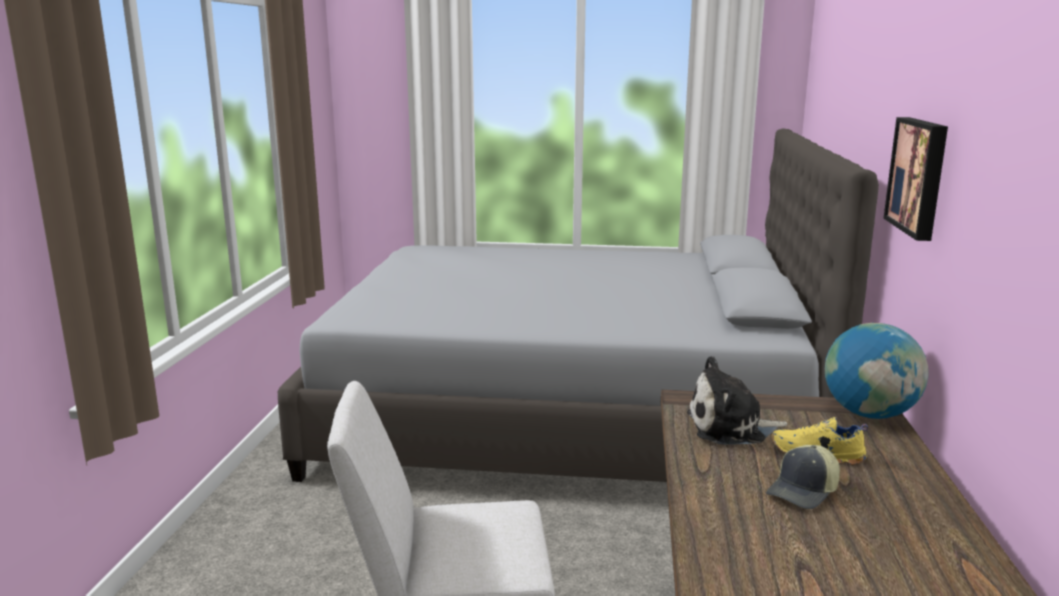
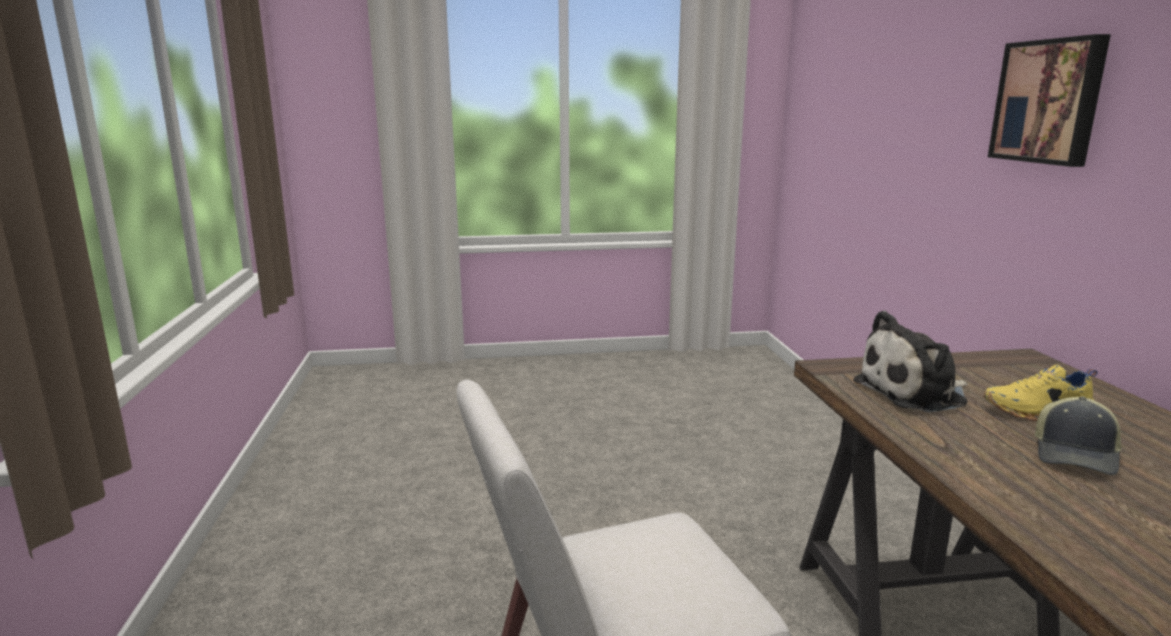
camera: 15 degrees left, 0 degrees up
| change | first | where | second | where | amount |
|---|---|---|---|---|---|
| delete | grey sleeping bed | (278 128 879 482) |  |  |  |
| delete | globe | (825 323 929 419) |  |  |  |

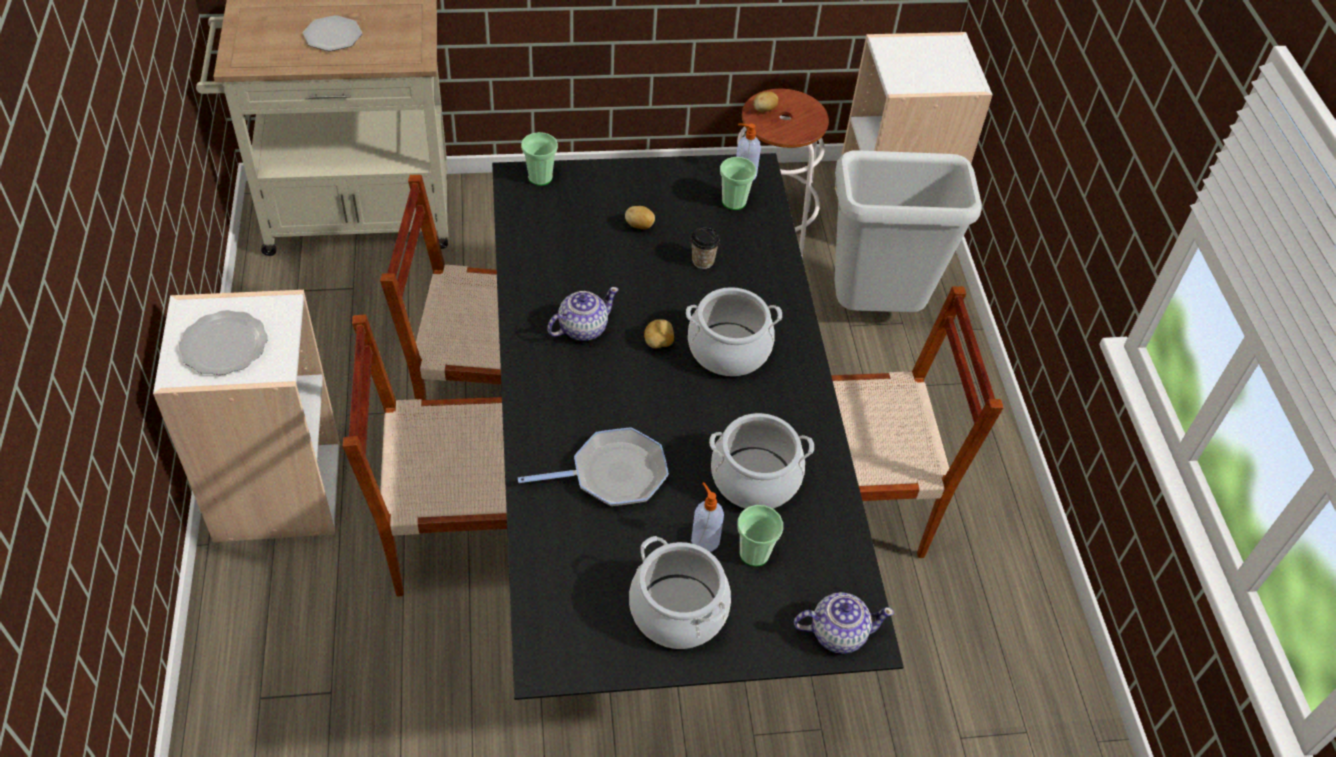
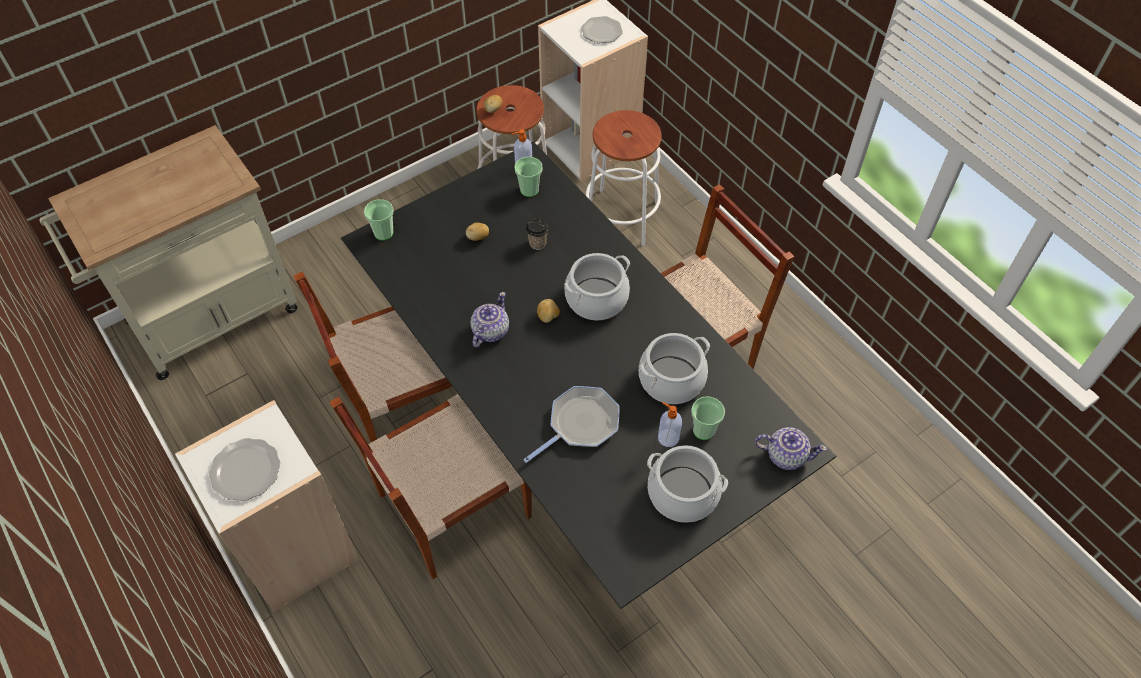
camera: 25 degrees left, 5 degrees up
| change | first | where | second | where | amount |
|---|---|---|---|---|---|
| move | flat dish | (303 15 362 51) |  | (581 16 623 44) |  |
| rotate | teapot | (794 592 894 654) |  | (755 427 827 470) | 45 degrees clockwise |
| replace | grey trash can | (834 150 982 312) | whitish sitting stool | (586 110 662 246) |  |

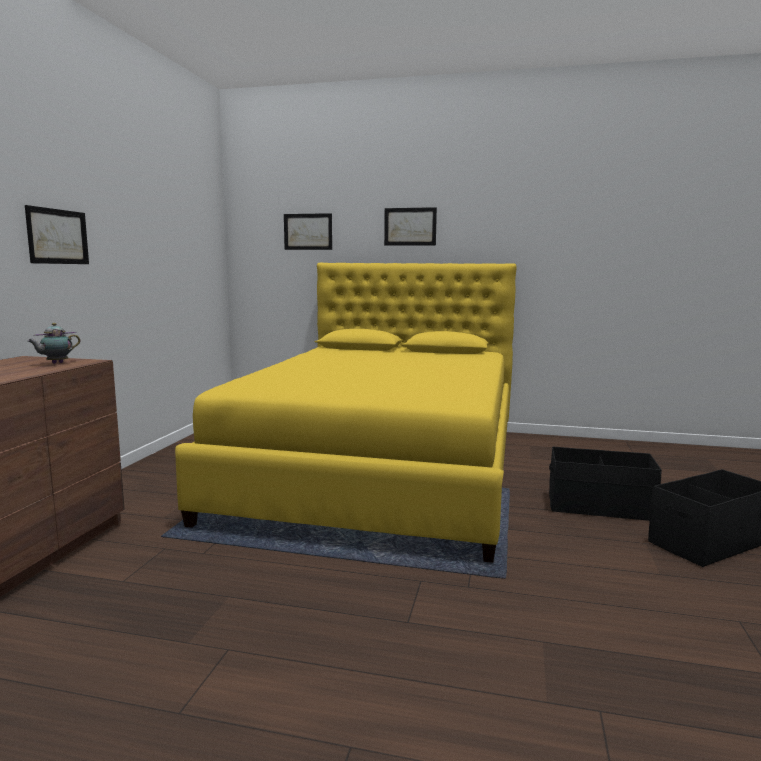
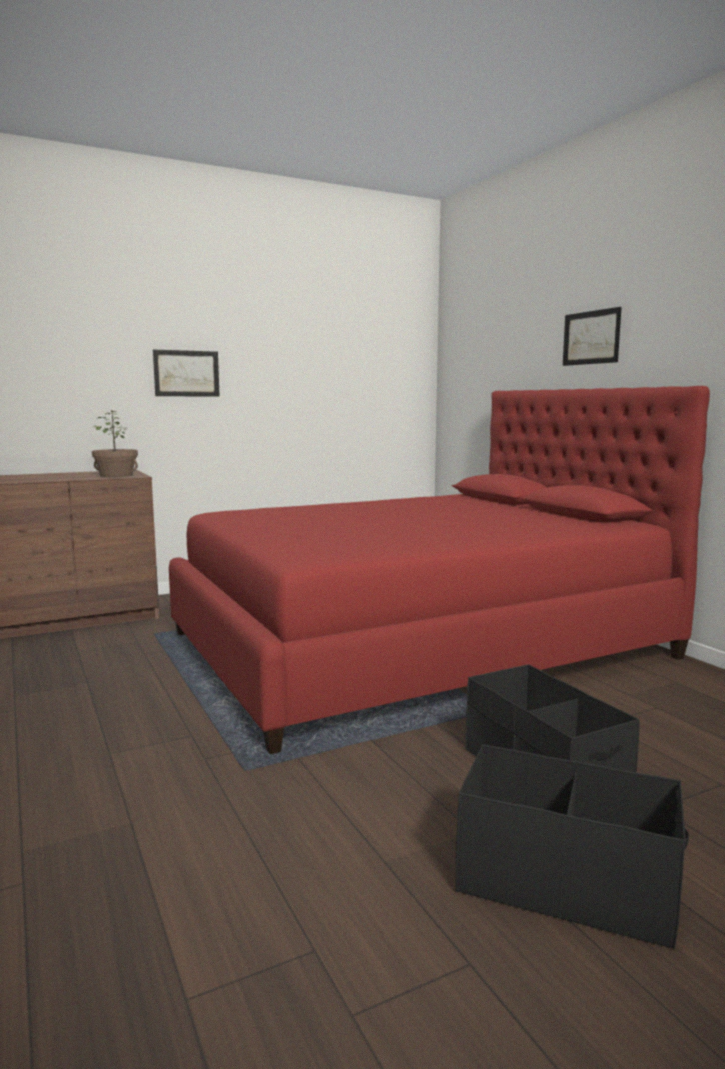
camera: 50 degrees right, 0 degrees up
| change | first | where | second | where | amount |
|---|---|---|---|---|---|
| replace | teapot | (28 323 80 364) | potted plant | (92 411 138 477) |  |
| recolor | yellow-coloured sleeping bed | (175 263 517 563) | reddish sleeping bed | (169 386 710 754) |  |
| delete | wall art | (284 213 332 250) |  |  |  |

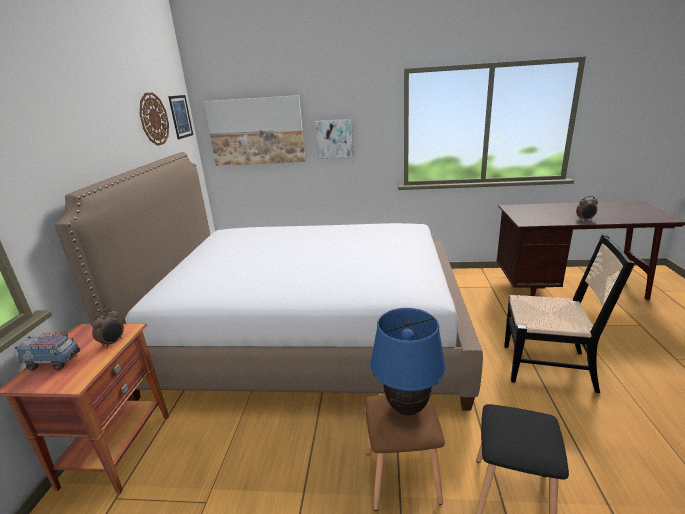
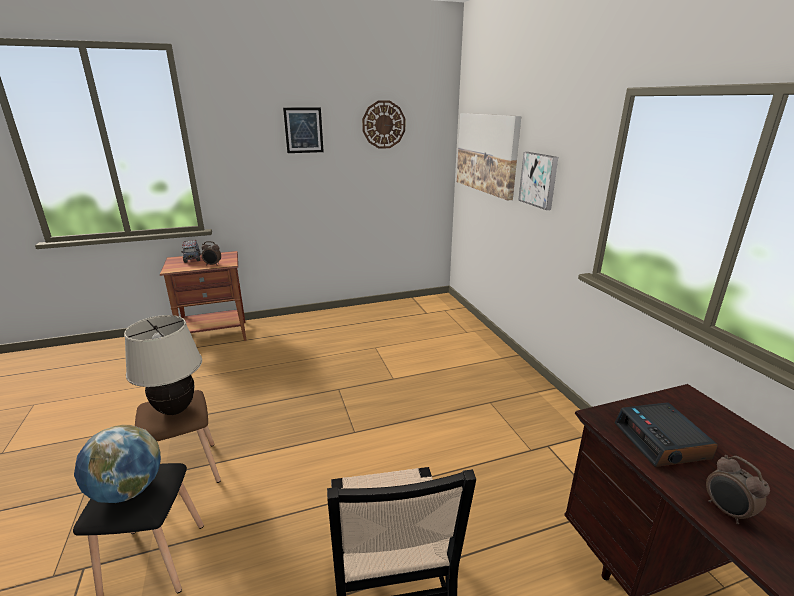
camera: 65 degrees right, 0 degrees up
| change | first | where | second | where | amount |
|---|---|---|---|---|---|
| delete | sleeping bed | (55 152 483 411) |  |  |  |
| move | wall art | (168 95 193 139) |  | (283 107 324 153) |  |
| recolor | bluish lamp for a table | (370 308 446 415) | beige lamp for a table | (124 315 202 415) |  |
| insert |  |  | globe | (74 425 161 503) |  |
| insert |  |  | bedside clock | (614 402 718 467) |  |

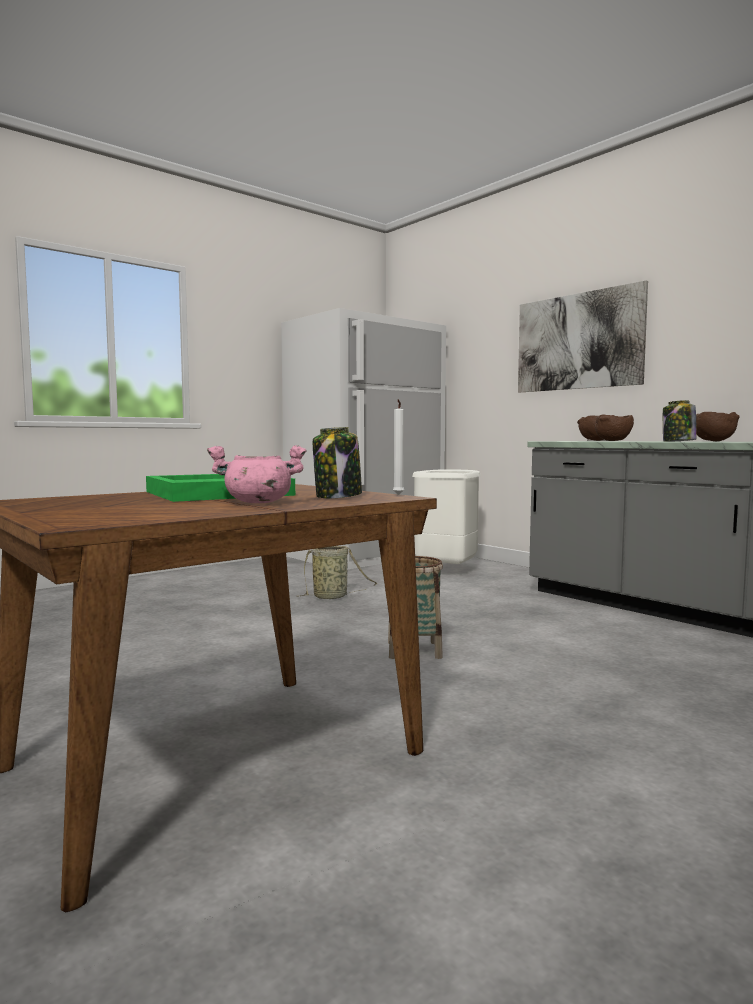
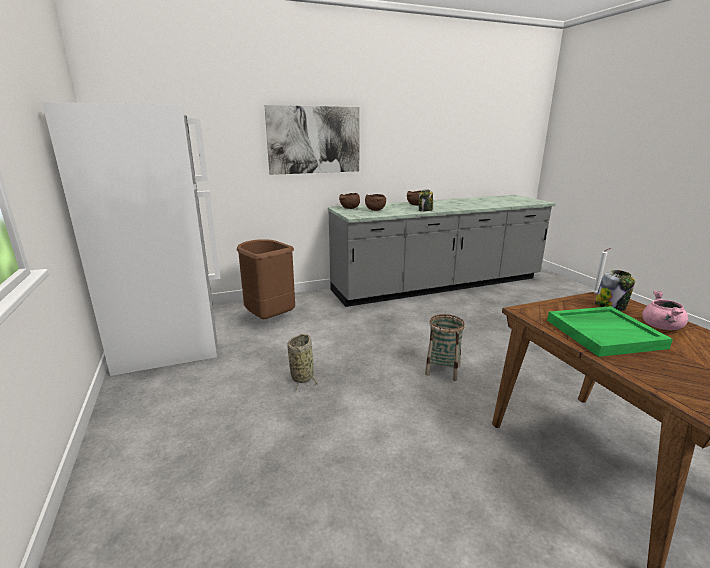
camera: 70 degrees left, 15 degrees up
| change | first | where | second | where | amount |
|---|---|---|---|---|---|
| recolor | whitish trash can | (412 469 481 564) | brownish trash can | (236 239 295 320) |  |

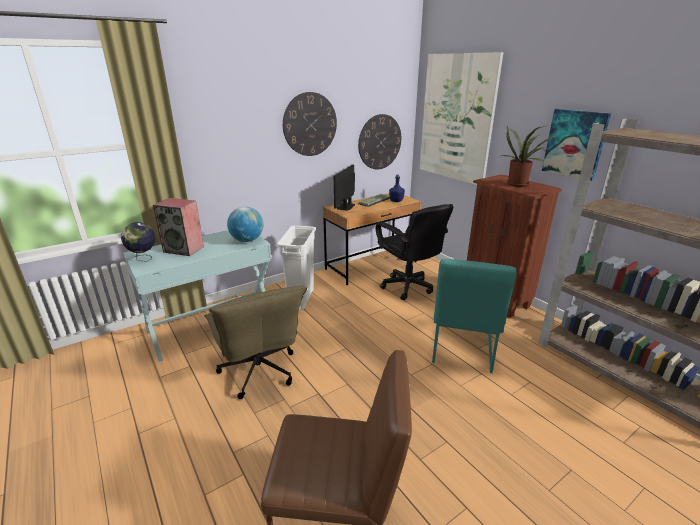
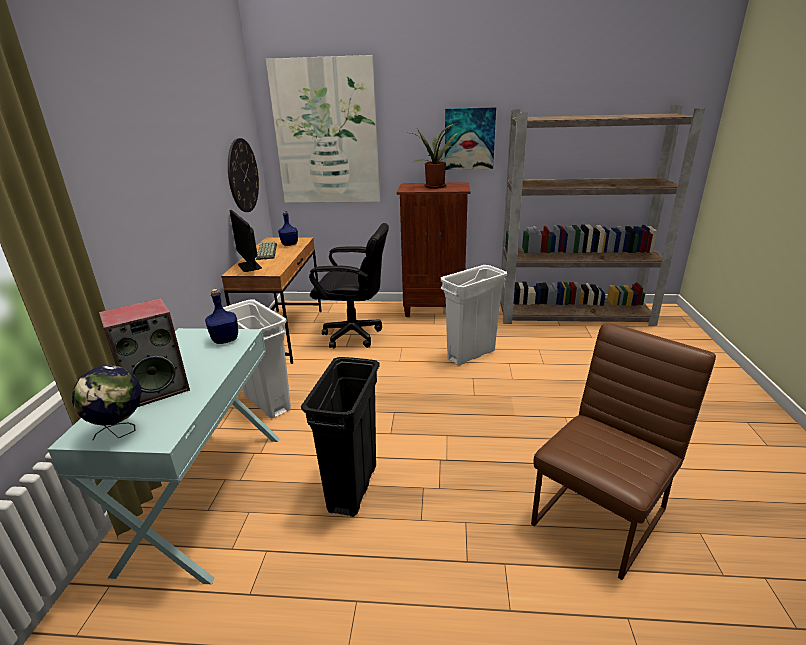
camera: 50 degrees left, 0 degrees up
| change | first | where | second | where | amount |
|---|---|---|---|---|---|
| replace | beige computer chair | (204 286 307 399) | blackish trash can | (301 357 380 517) |  |
| replace | globe | (227 207 263 242) | bluish beverage bottle | (205 289 238 344) |  |
| delete | hanging clock | (283 92 337 156) |  |  |  |
| replace | turquoise upright chair | (432 259 517 373) | whitish trash can | (441 265 507 366) |  |

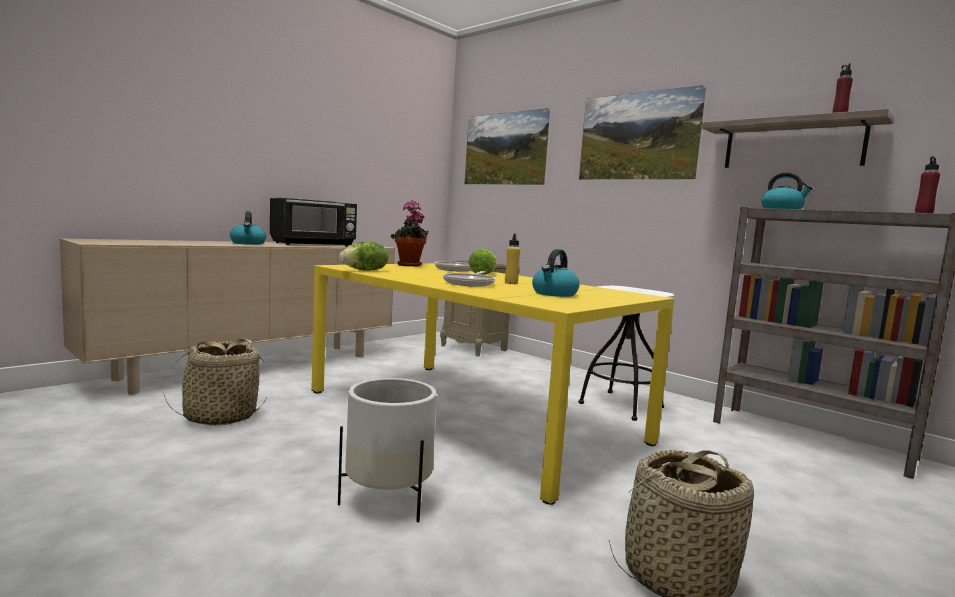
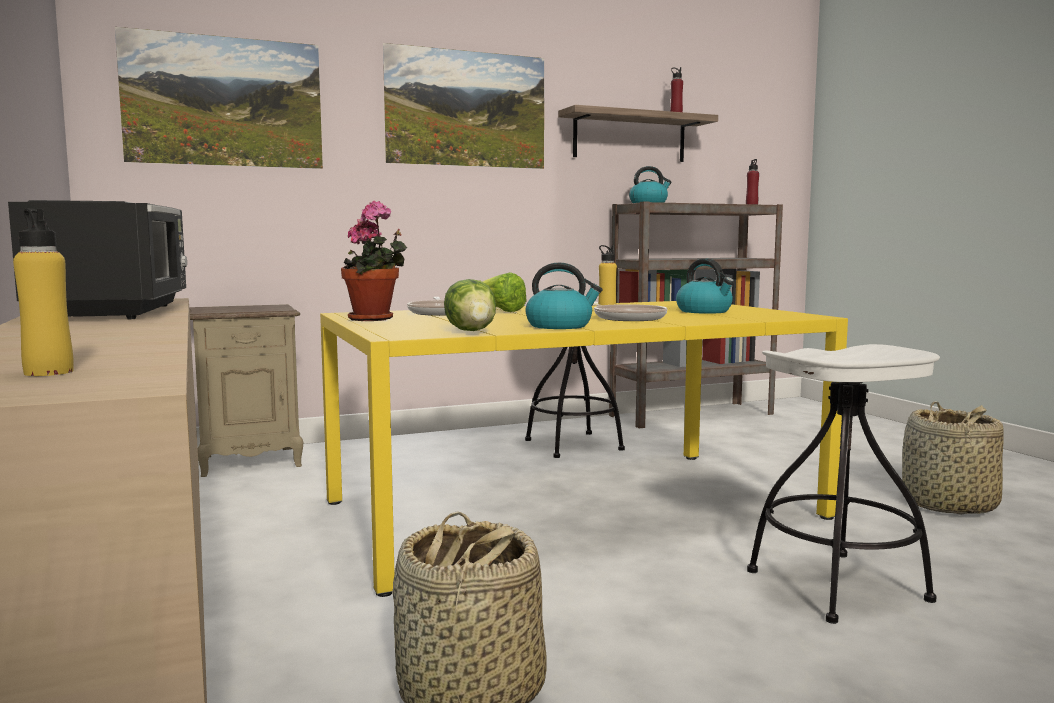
camera: 65 degrees left, 0 degrees up
| change | first | where | second | where | amount |
|---|---|---|---|---|---|
| move | water kettle | (230 211 266 245) |  | (525 263 603 329) |  |
| replace | whitish flower pot | (338 378 437 522) | whitish sitting stool | (747 344 940 624) |  |
| insert |  |  | yellow-coloured beverage bottle | (13 209 74 376) |  |

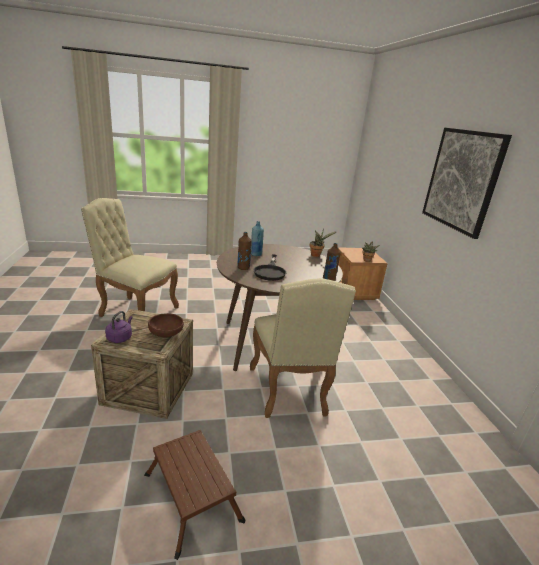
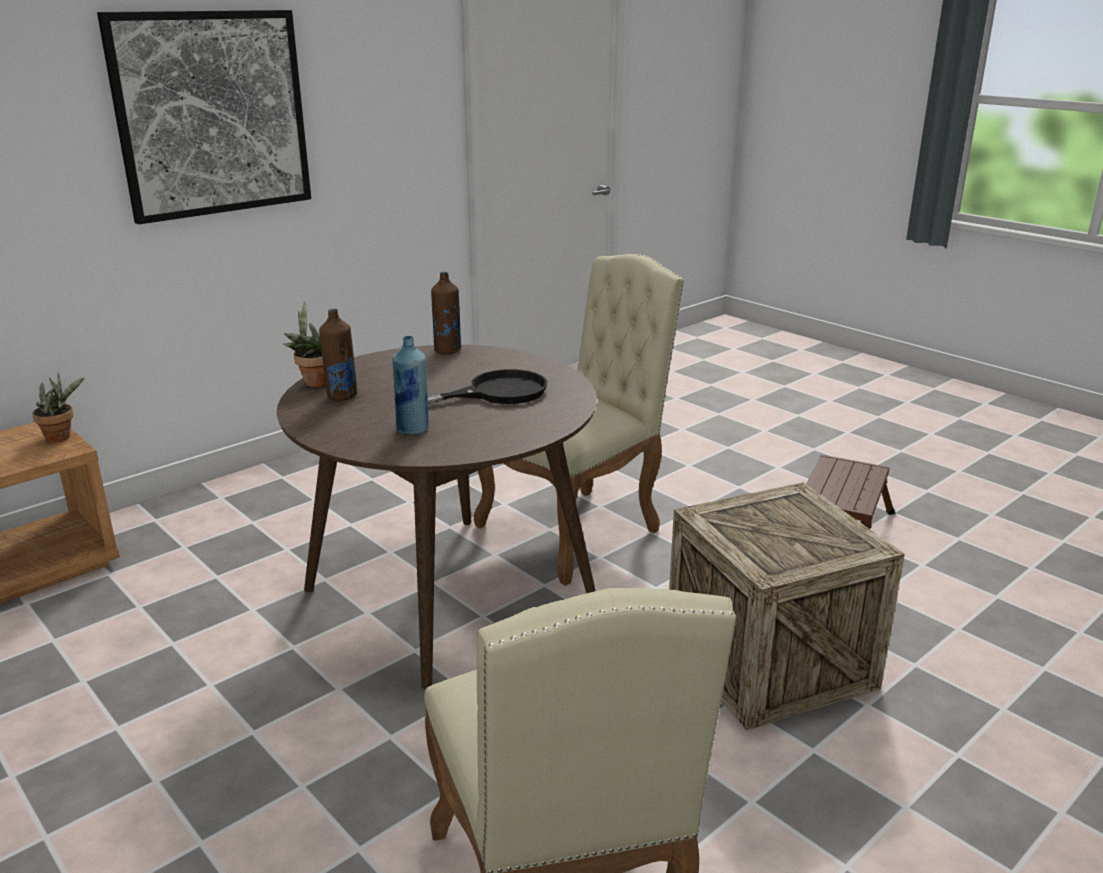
camera: 120 degrees left, 0 degrees up
| change | first | where | second | where | amount |
|---|---|---|---|---|---|
| delete | purple water kettle | (105 311 133 343) |  |  |  |
| delete | brownish bowl | (148 313 184 338) |  |  |  |
| move | brownish beverage bottle | (237 232 252 270) |  | (319 309 357 401) |  |

